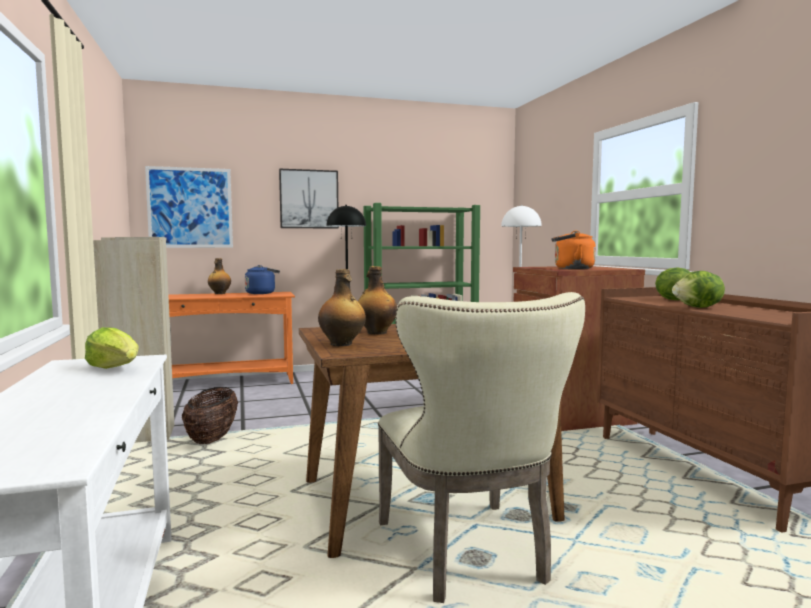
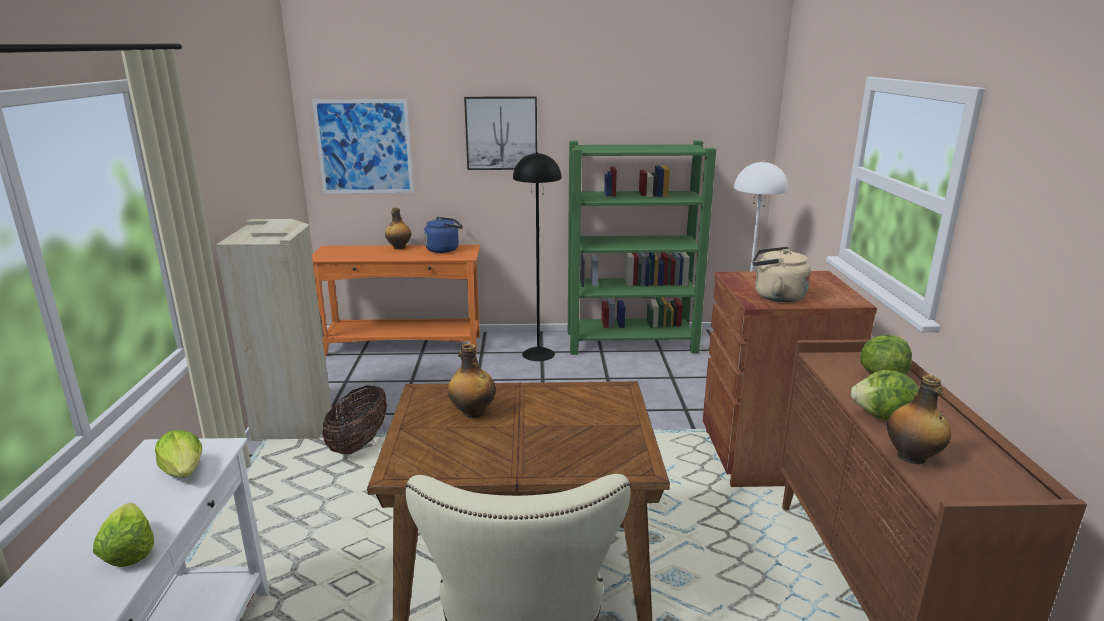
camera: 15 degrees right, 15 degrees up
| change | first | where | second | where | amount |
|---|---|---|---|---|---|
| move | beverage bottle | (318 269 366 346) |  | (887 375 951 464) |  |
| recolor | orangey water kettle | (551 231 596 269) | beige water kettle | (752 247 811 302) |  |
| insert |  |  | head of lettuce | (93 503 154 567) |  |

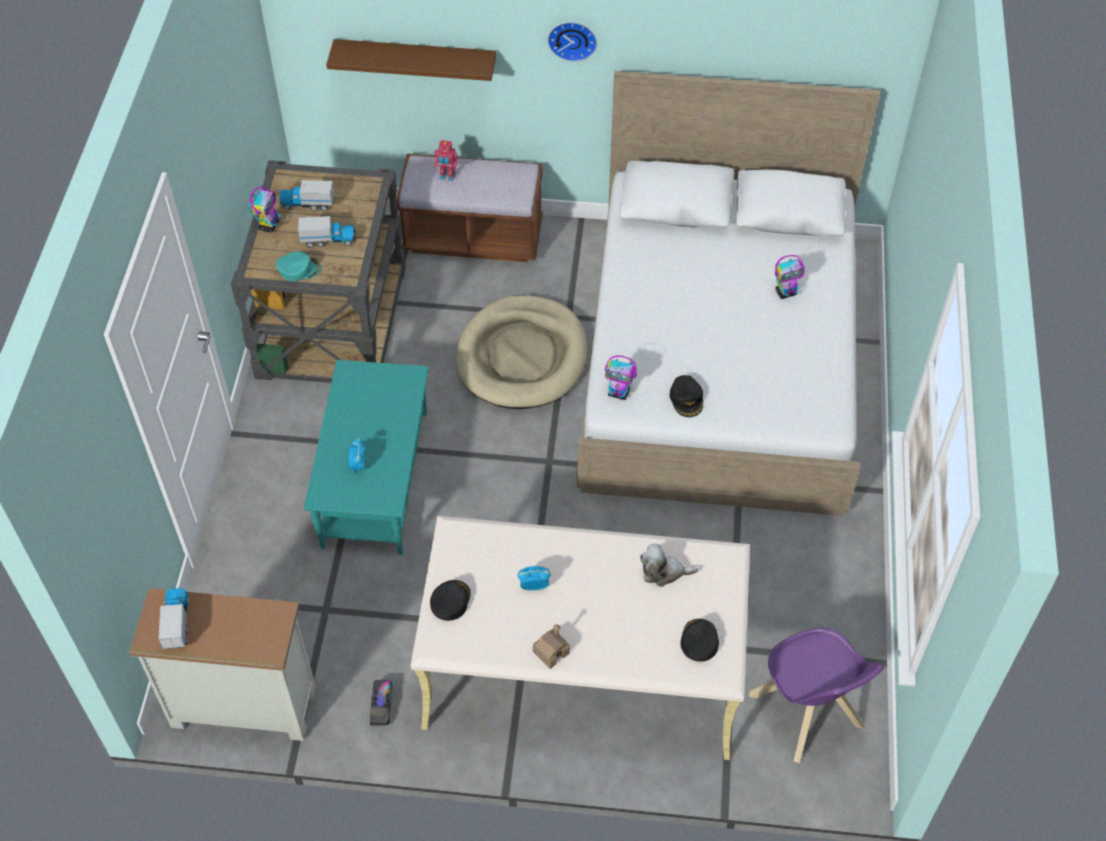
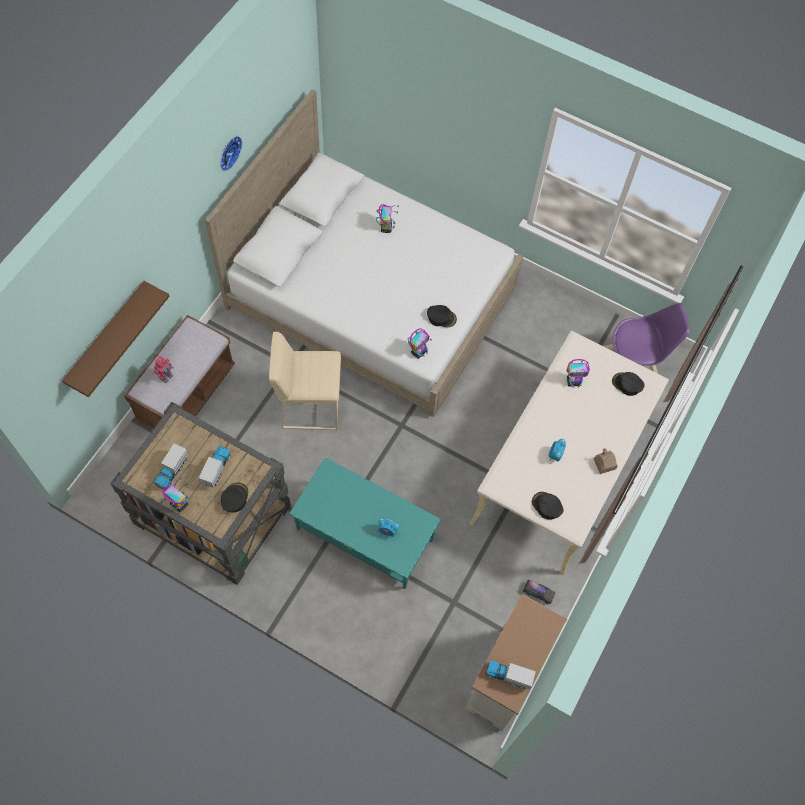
camera: 70 degrees left, 10 degrees up
| change | first | where | second | where | amount |
|---|---|---|---|---|---|
| recolor | turquoise baseball cap | (276 252 322 281) | blackish baseball cap | (221 483 248 513) |  |
| replace | beige dog cushion | (456 295 587 409) | beige sitting stool | (269 332 341 430) |  |
| move | hanging clock | (548 22 597 62) |  | (220 136 242 171) |  |
| replace | plush toy | (640 544 698 587) | model robot | (567 359 590 387) |  |

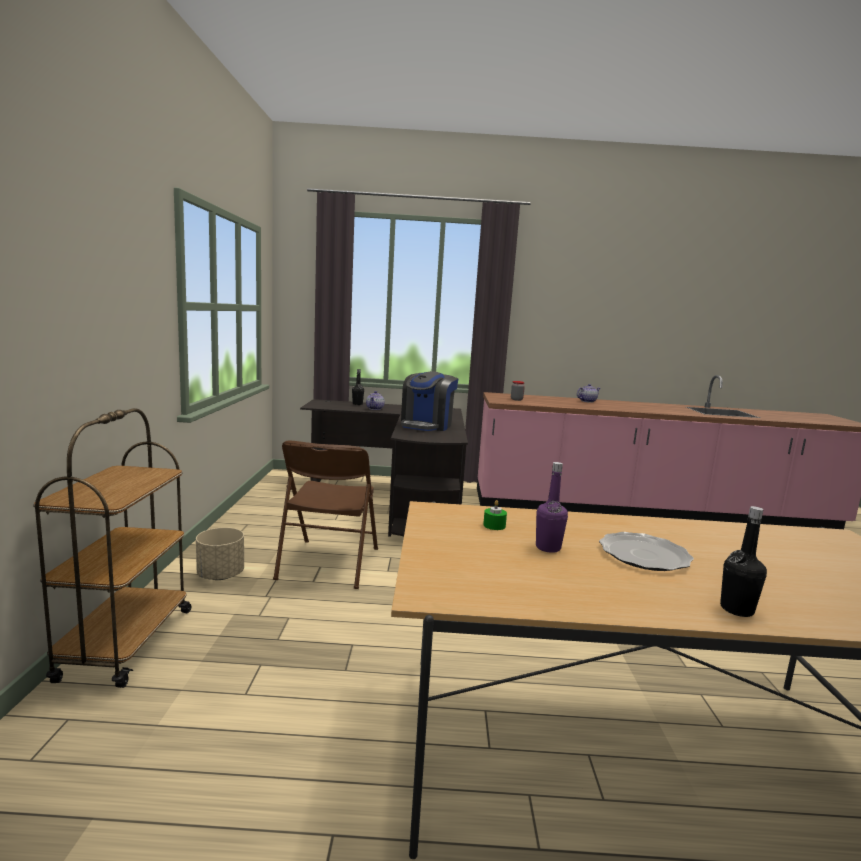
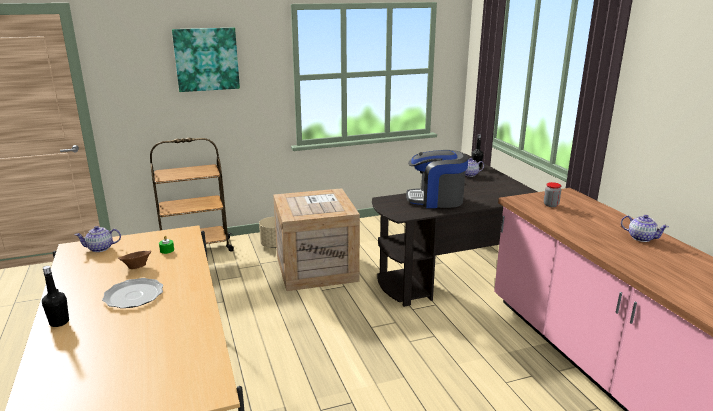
camera: 70 degrees right, 10 degrees up
| change | first | where | second | where | amount |
|---|---|---|---|---|---|
| replace | brownish upright chair | (273 440 378 589) | packing crate | (273 188 360 291) |  |
| replace | purple beverage bottle | (536 462 568 553) | brownish bowl | (118 250 151 269) |  |
| insert |  |  | teapot | (75 226 121 252) |  |
| insert |  |  | wall art | (172 28 240 92) |  |

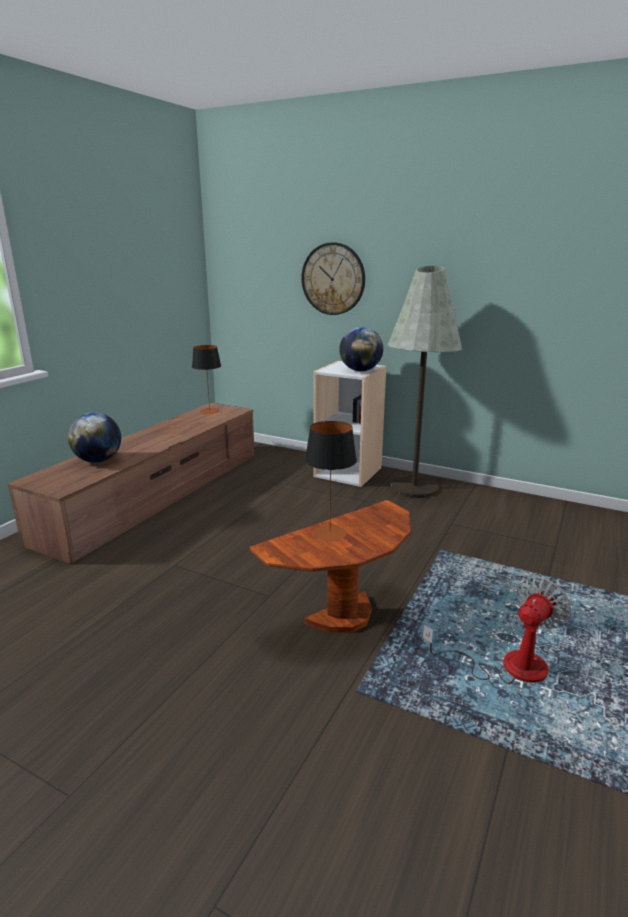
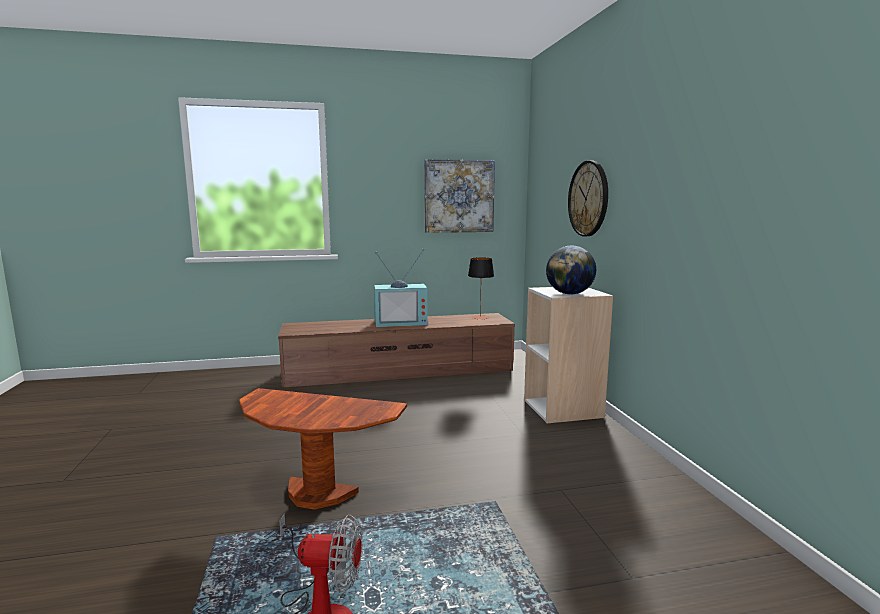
camera: 50 degrees right, 10 degrees down
| change | first | where | second | where | amount |
|---|---|---|---|---|---|
| delete | globe | (68 412 121 463) |  |  |  |
| delete | lamp for a table | (305 421 357 542) |  |  |  |
| delete | grey standard lamp | (388 266 462 498) |  |  |  |
| insert |  |  | TV | (374 248 427 327) |  |
| insert |  |  | wall art | (424 159 495 233) |  |

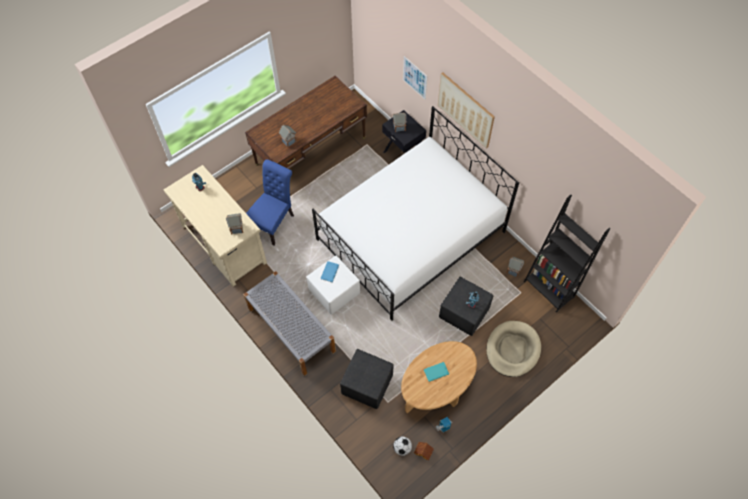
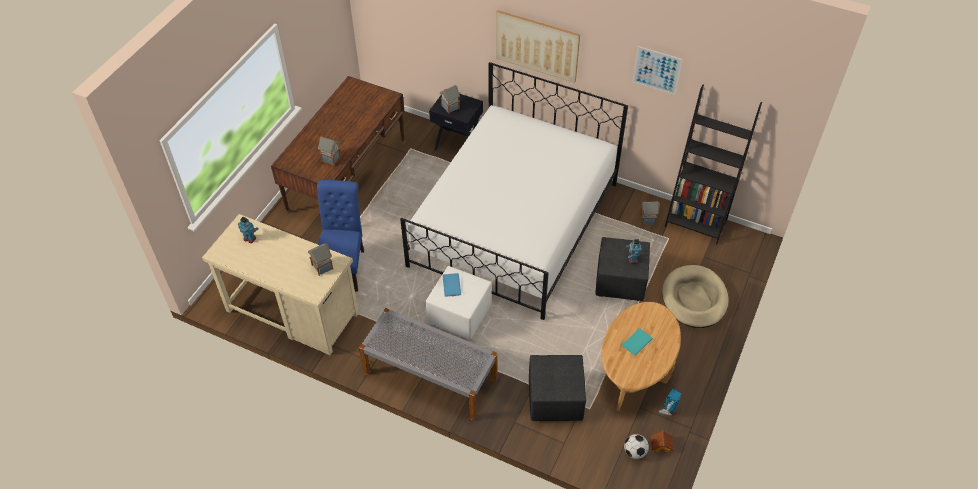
camera: 25 degrees left, 10 degrees down
| change | first | where | second | where | amount |
|---|---|---|---|---|---|
| move | wall art | (403 56 427 100) |  | (633 46 683 95) |  |

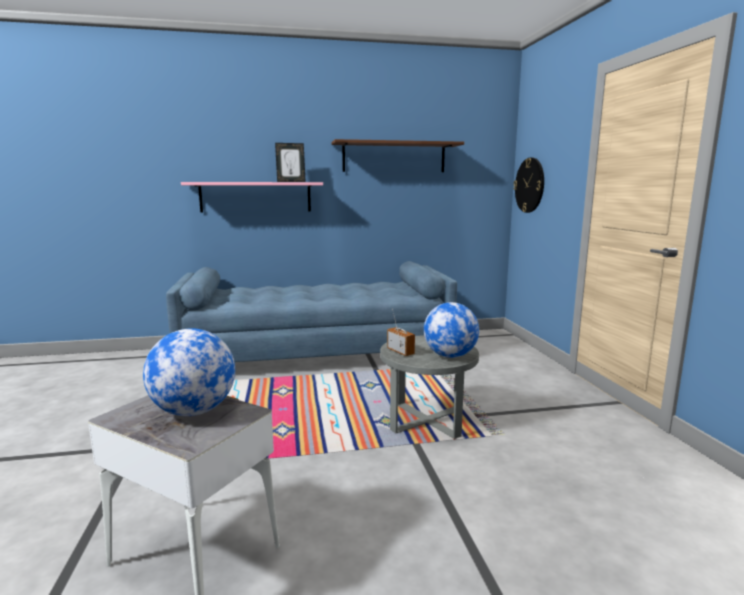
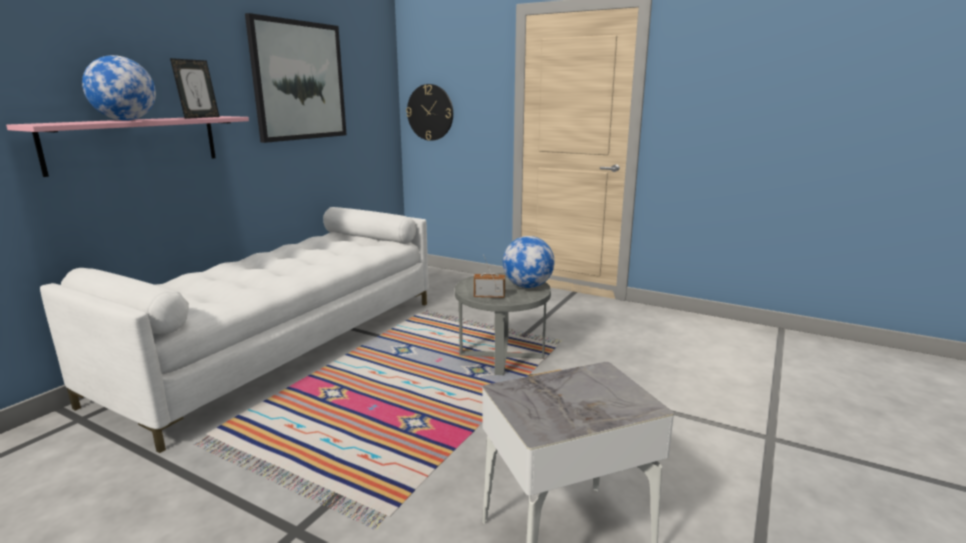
camera: 50 degrees left, 5 degrees up
| change | first | where | second | where | amount |
|---|---|---|---|---|---|
| move | globe | (143 328 235 416) |  | (82 55 156 121) |  |
| recolor | bluish sofa | (166 261 457 362) | whitish sofa | (40 207 429 453) |  |
| replace | brownish bracket shelf | (332 139 464 172) | wall art | (245 13 347 143) |  |

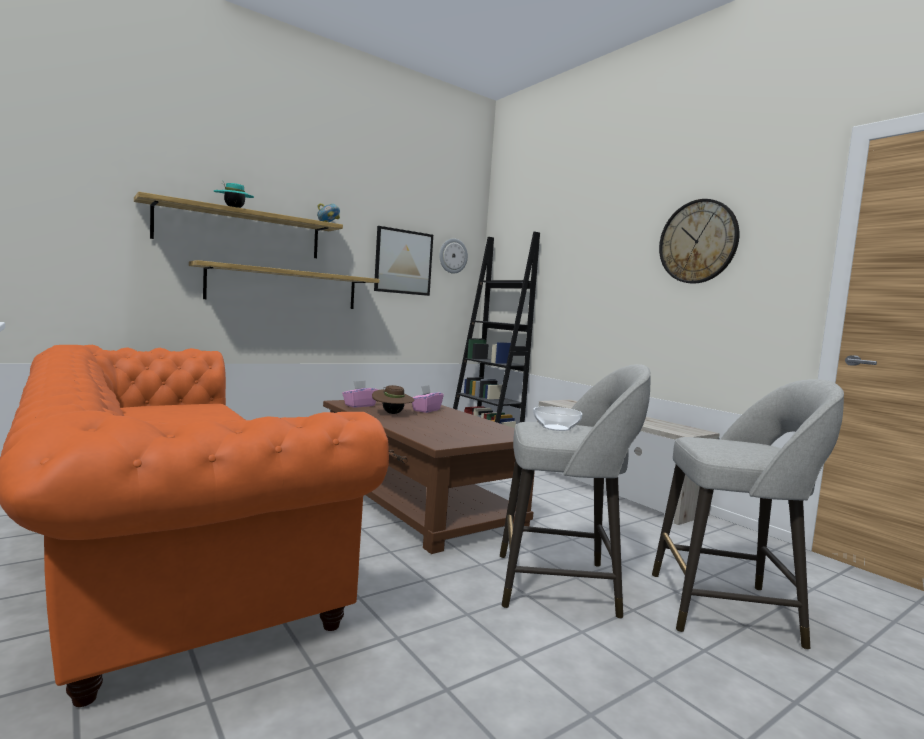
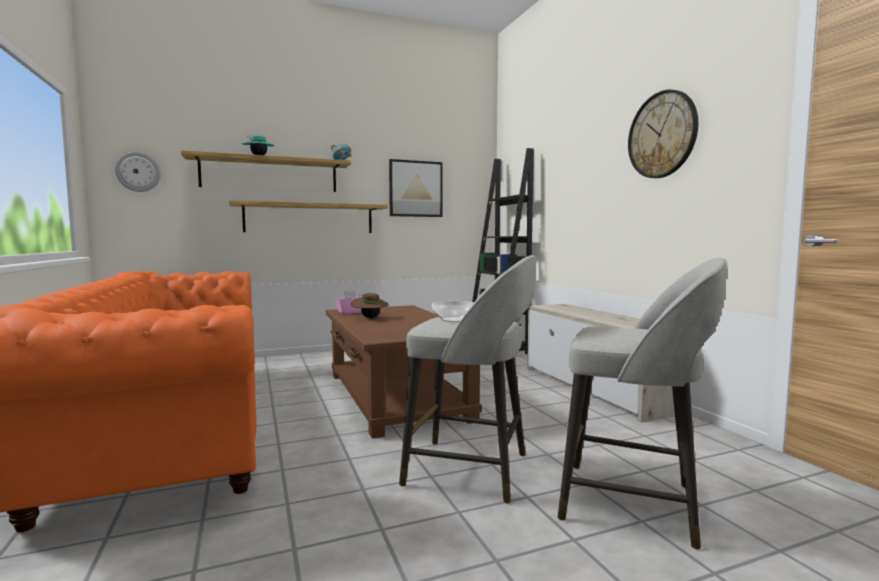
camera: 15 degrees right, 0 degrees up
| change | first | where | second | where | amount |
|---|---|---|---|---|---|
| delete | pink box of tissues | (412 385 444 413) |  |  |  |
| move | hanging clock | (439 238 468 274) |  | (115 152 161 192) |  |

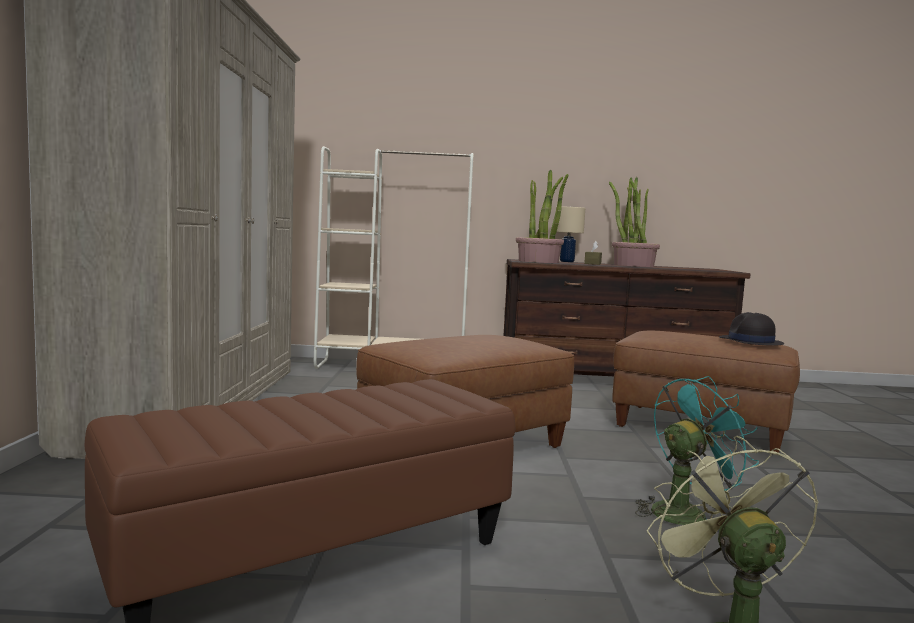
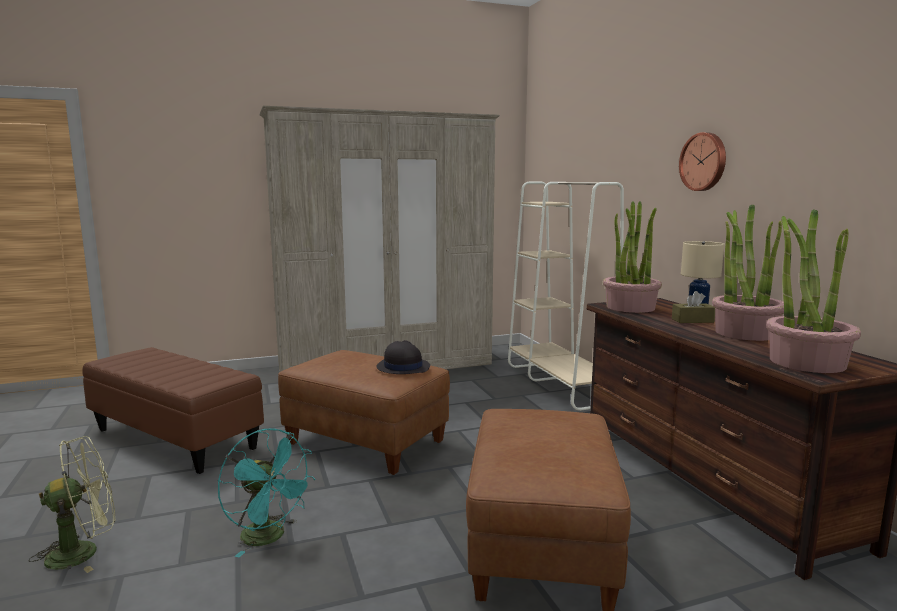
camera: 70 degrees right, 5 degrees up
| change | first | where | second | where | amount |
|---|---|---|---|---|---|
| move | blackish wearable hat | (719 312 784 346) |  | (376 340 430 374) |  |
| insert |  |  | hanging clock | (679 132 726 191) |  |
| insert |  |  | potted plant | (766 209 861 373) |  |

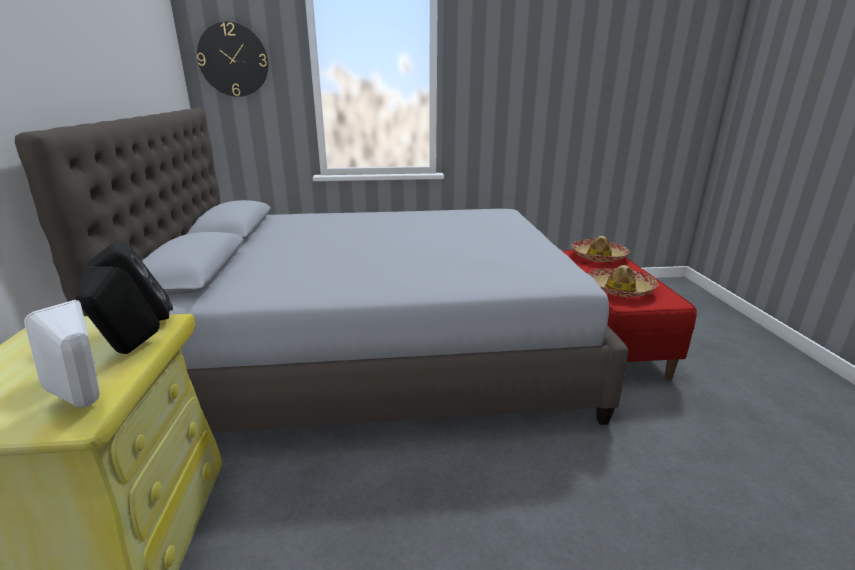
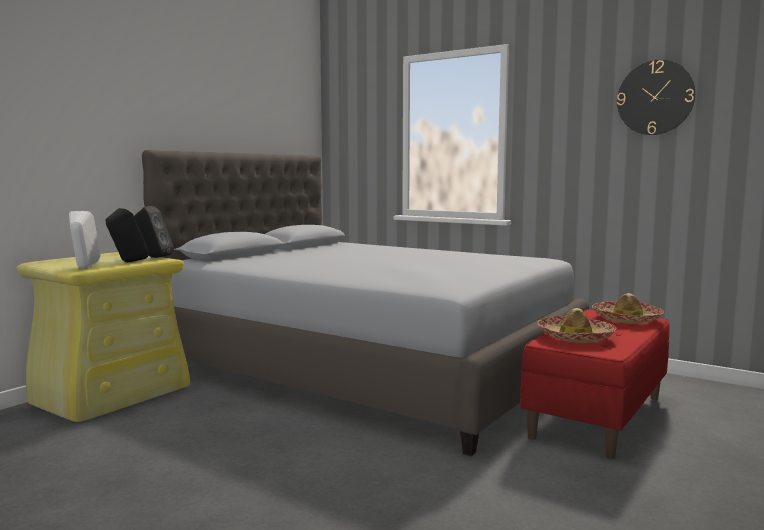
camera: 40 degrees right, 15 degrees down
| change | first | where | second | where | amount |
|---|---|---|---|---|---|
| move | hanging clock | (197 22 268 97) |  | (617 60 696 135) |  |

